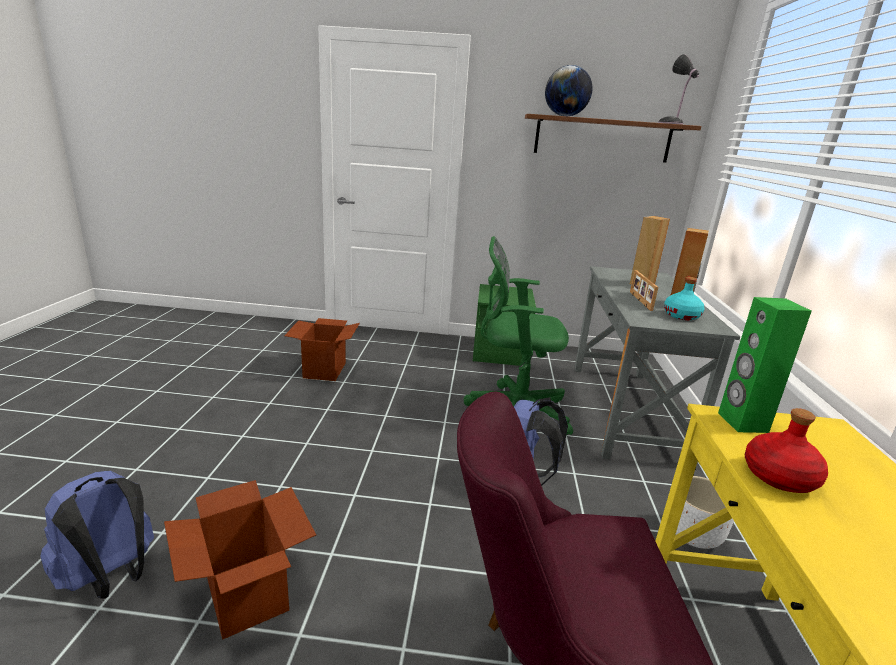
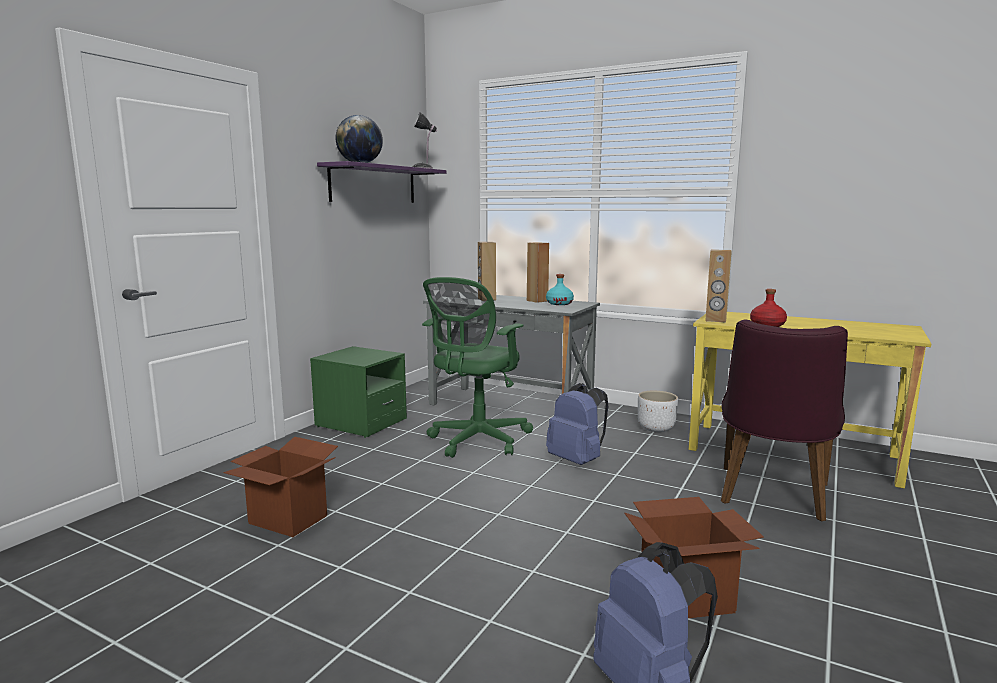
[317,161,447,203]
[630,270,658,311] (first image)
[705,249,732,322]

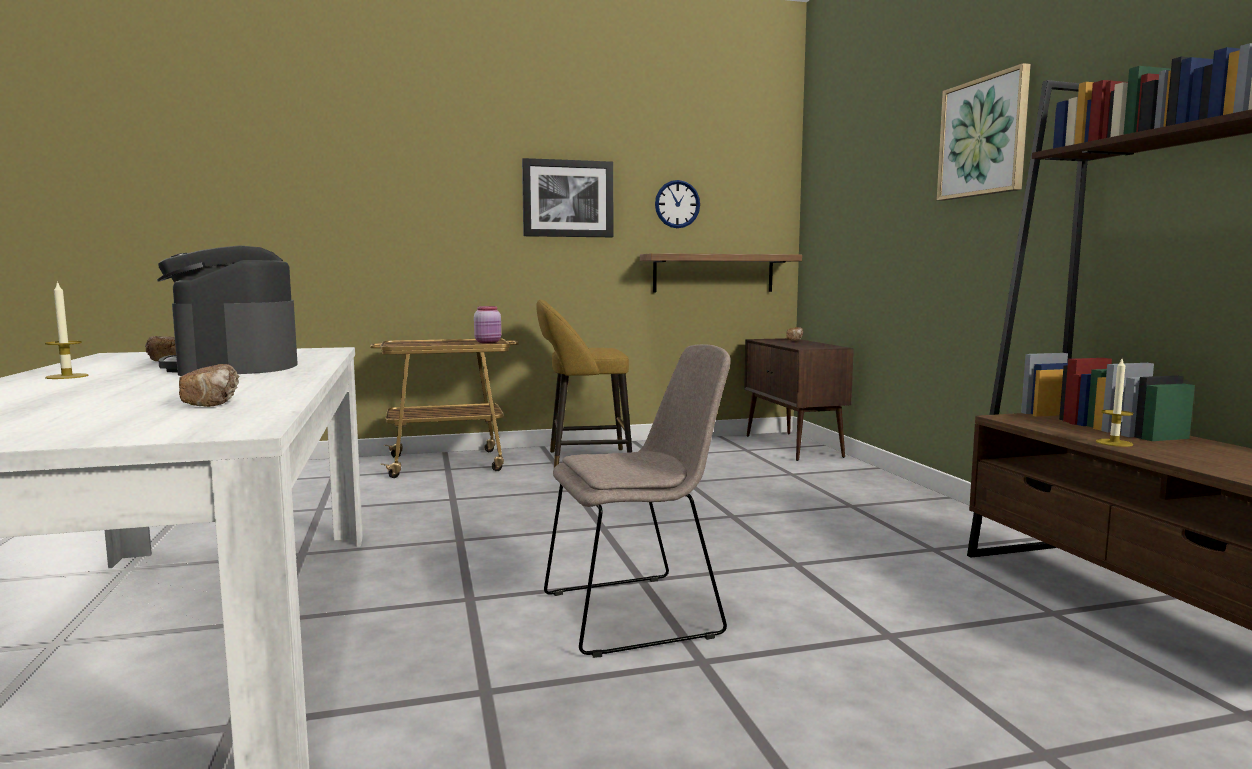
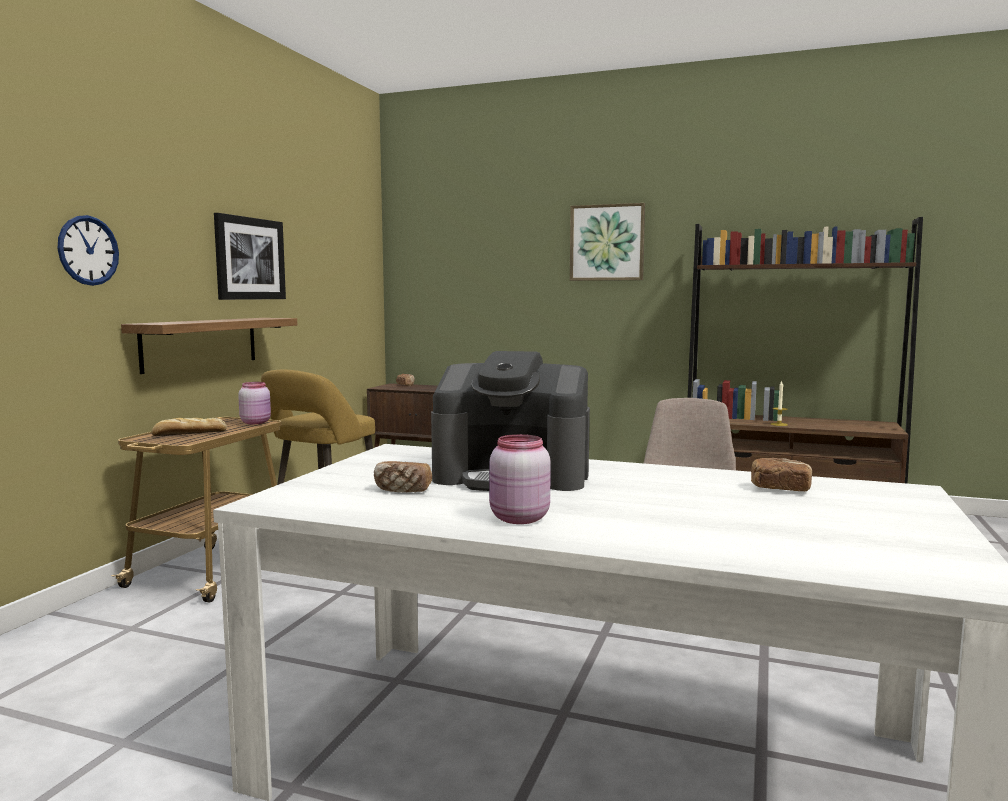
[489,434,551,524]
[121,318,297,374]
[57,215,119,286]
[152,418,227,436]

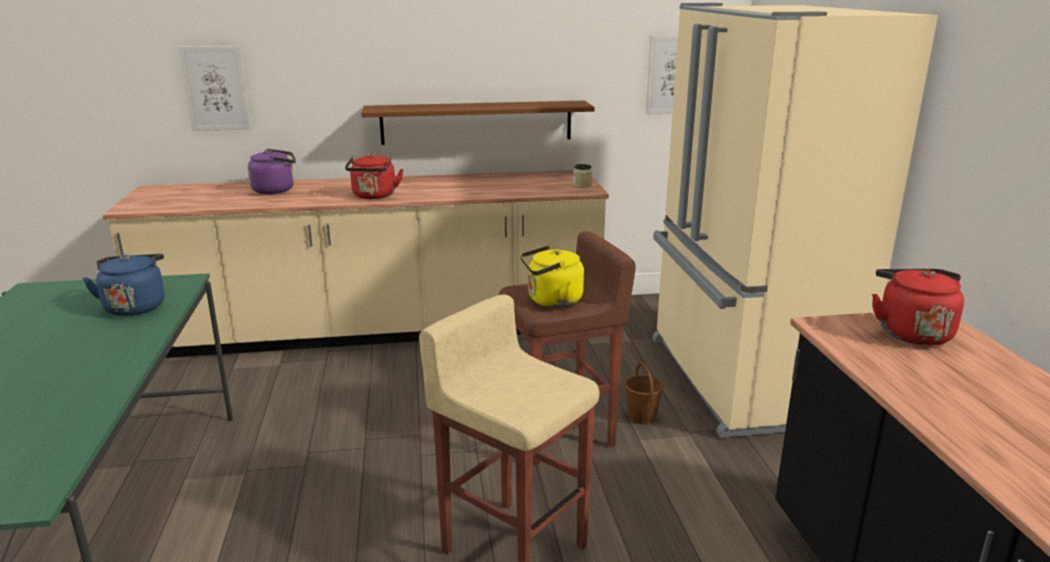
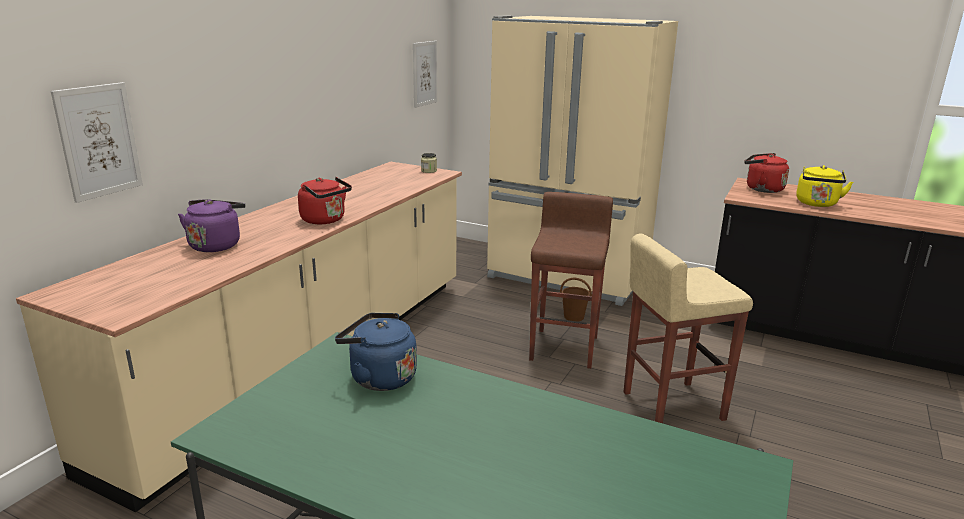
[362,101,595,145] (first image)
[796,165,853,207]

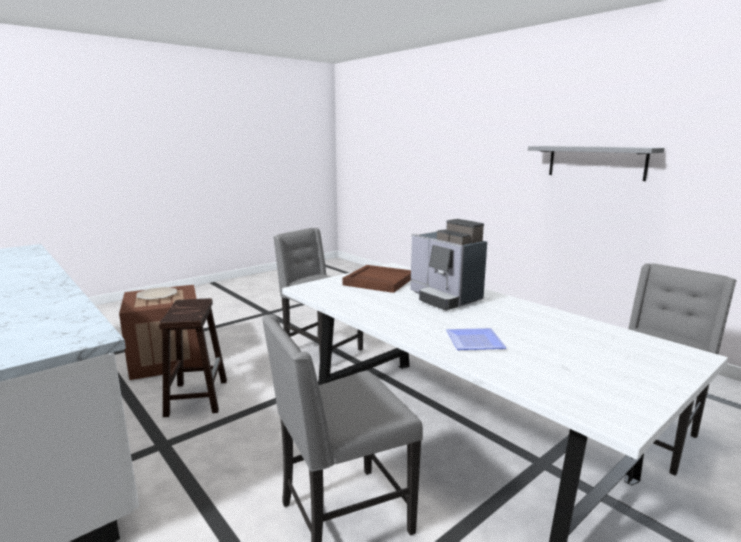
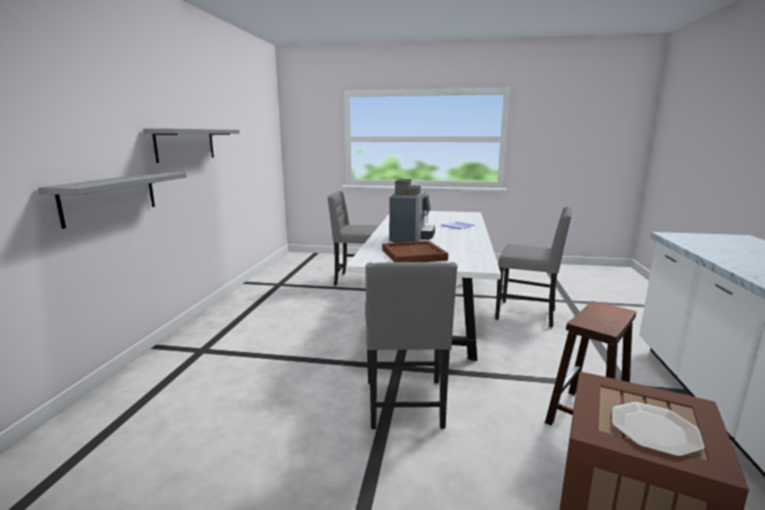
[38,172,187,229]

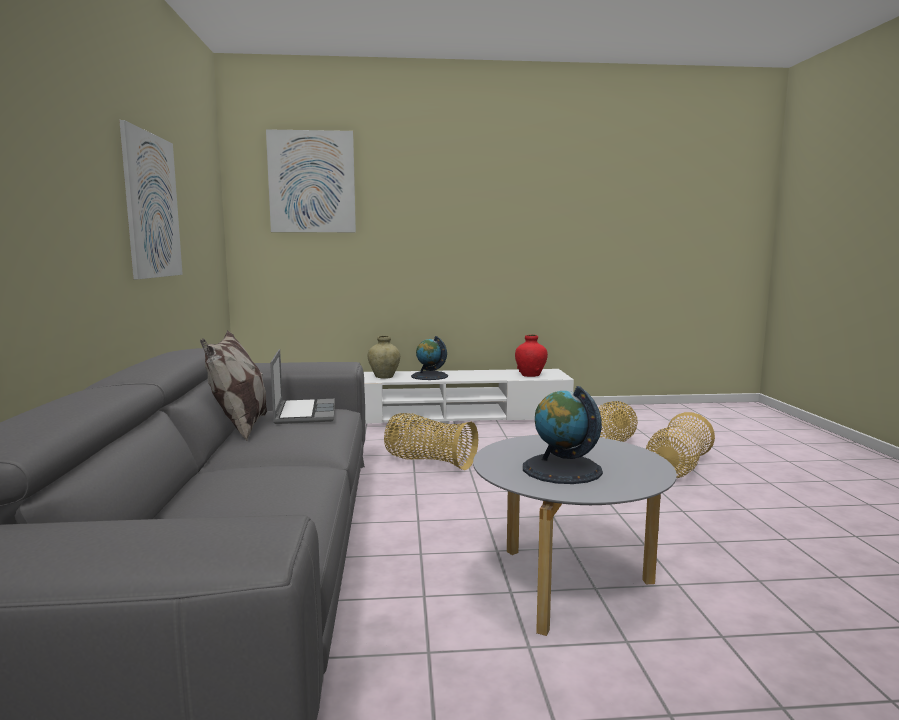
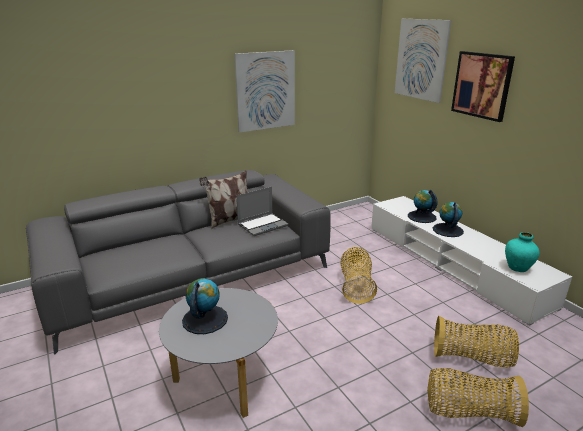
[408,190,438,223]
[505,232,540,272]
[451,51,515,122]

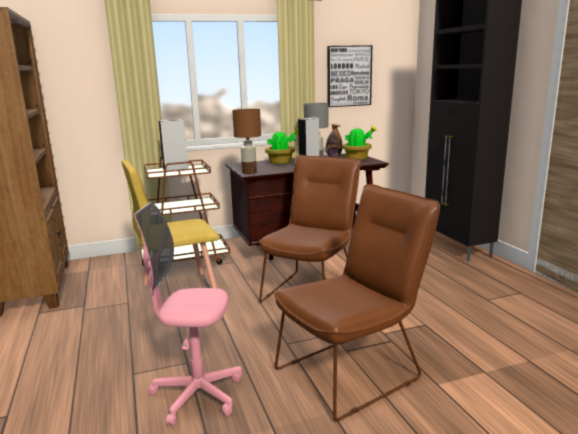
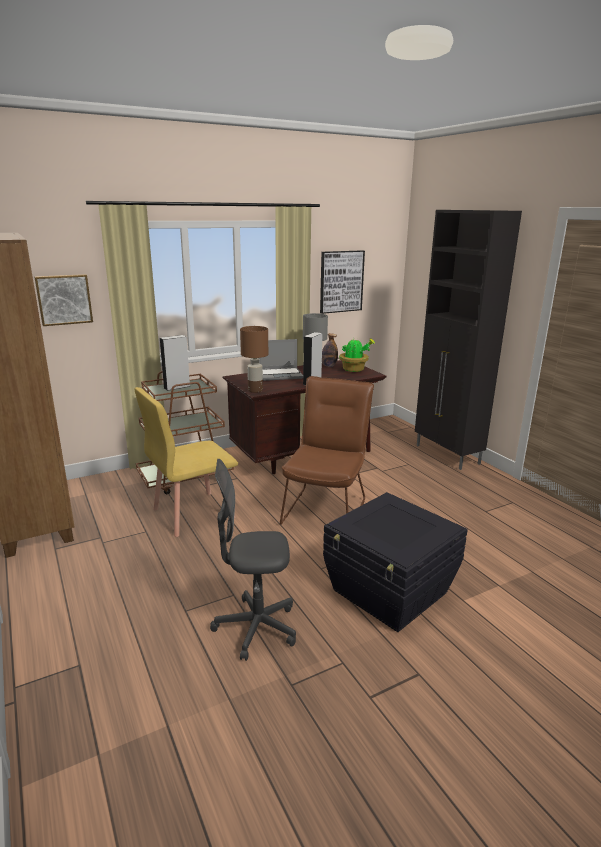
[210,459,296,661]
[259,339,303,381]
[323,492,468,632]
[35,274,93,326]

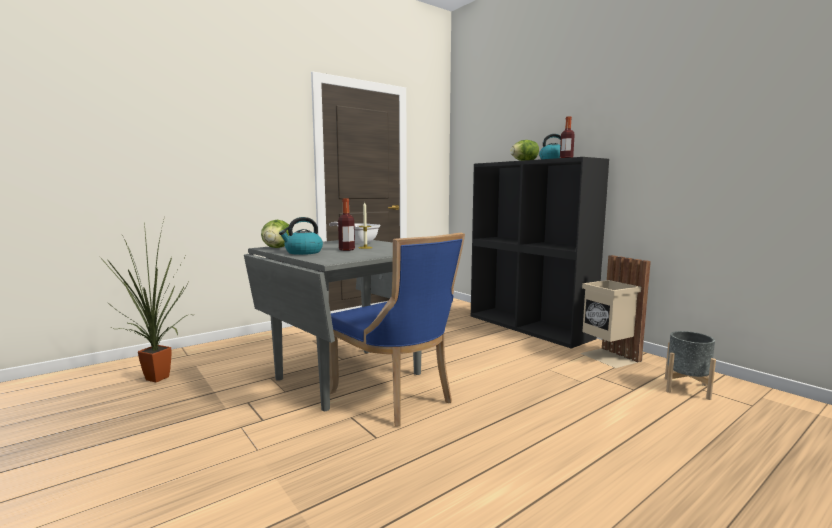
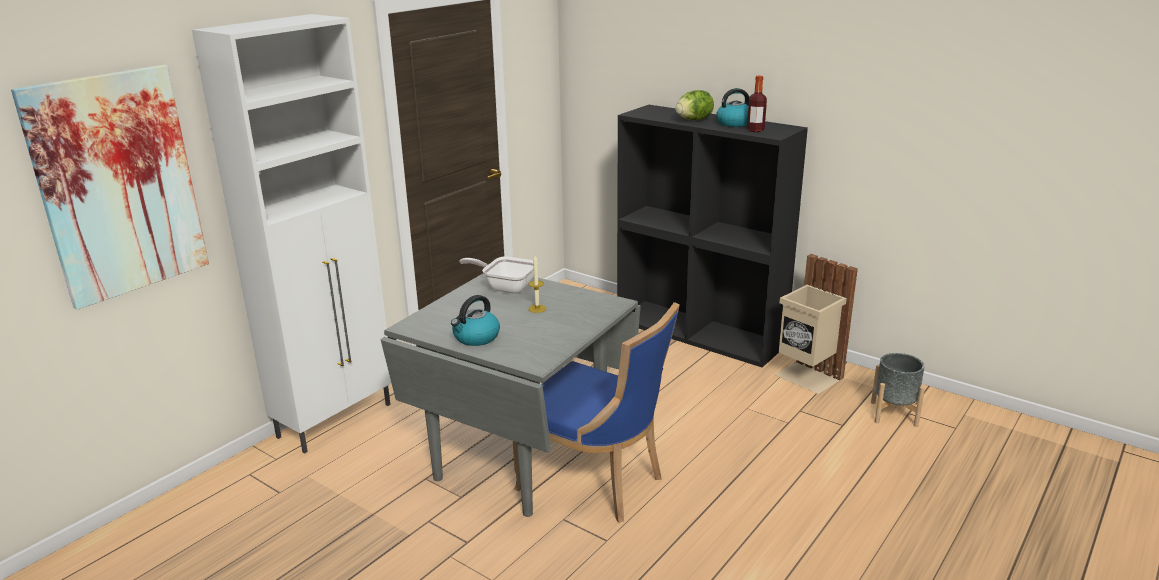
[100,217,191,382] (first image)
[261,220,289,248] (first image)
[338,198,355,251] (first image)
[11,65,209,310]
[192,14,391,453]

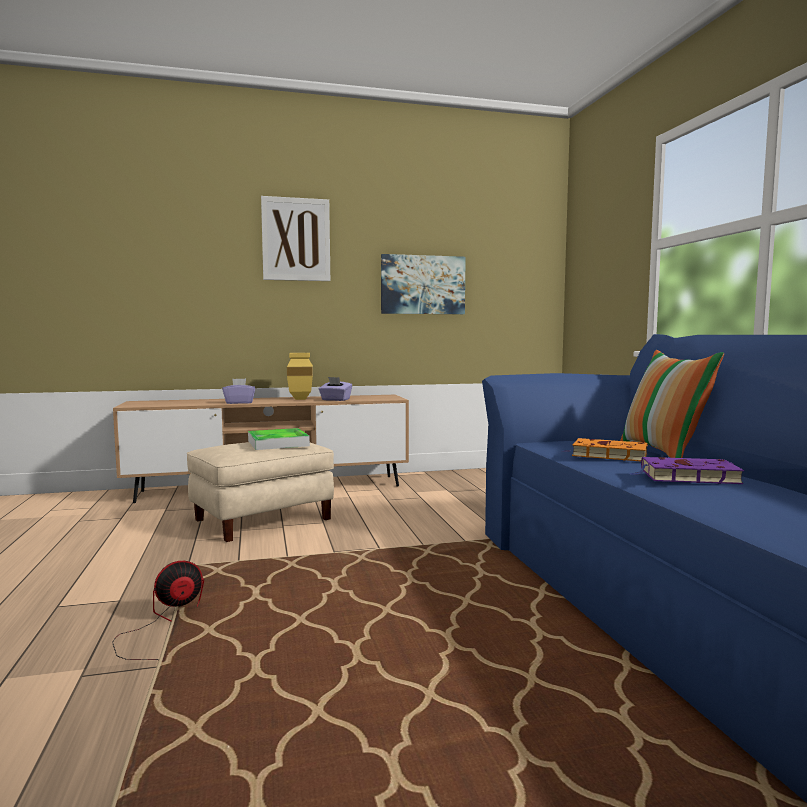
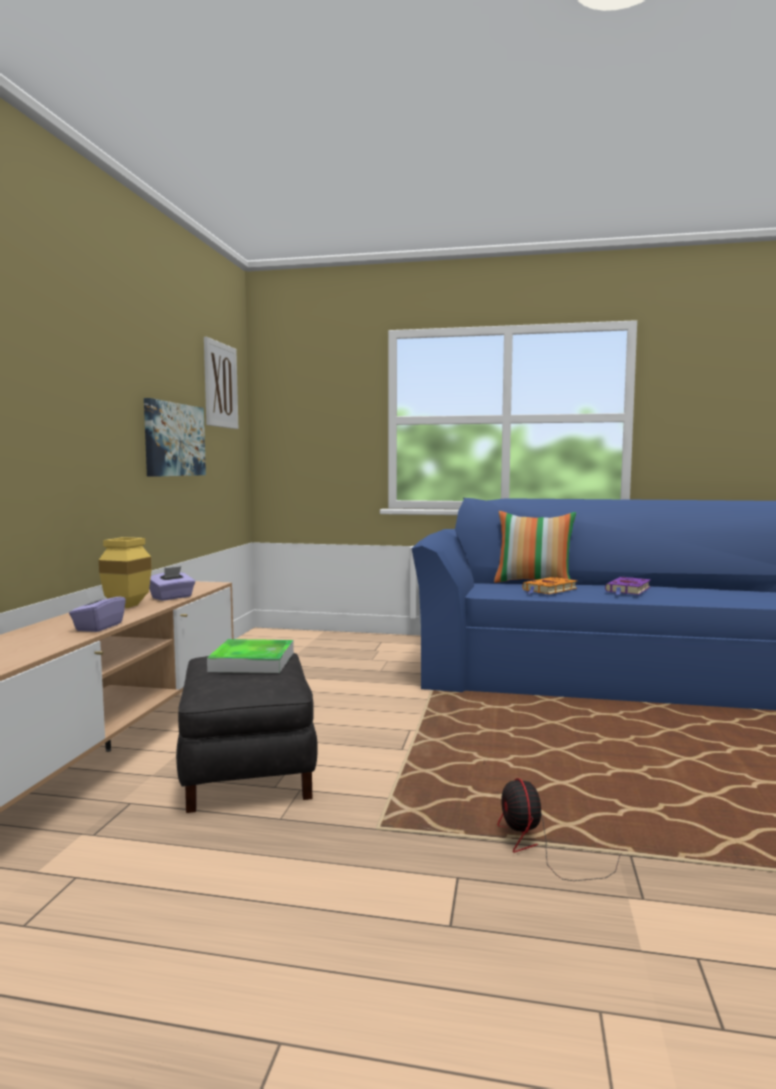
[176,653,318,813]
[204,337,238,429]

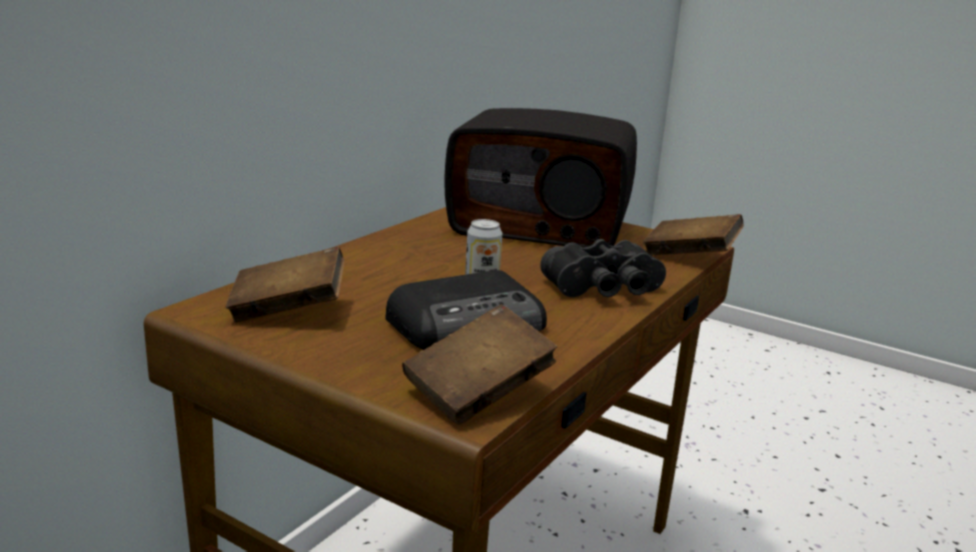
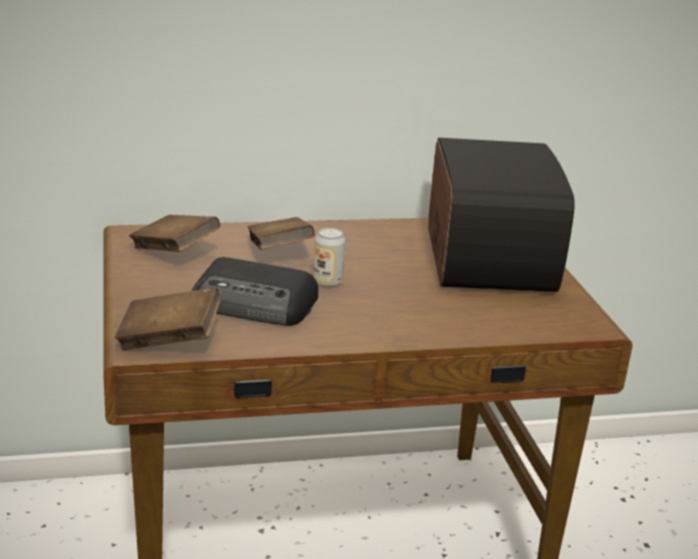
[428,138,575,292]
[540,239,666,297] (first image)
[247,217,315,250]

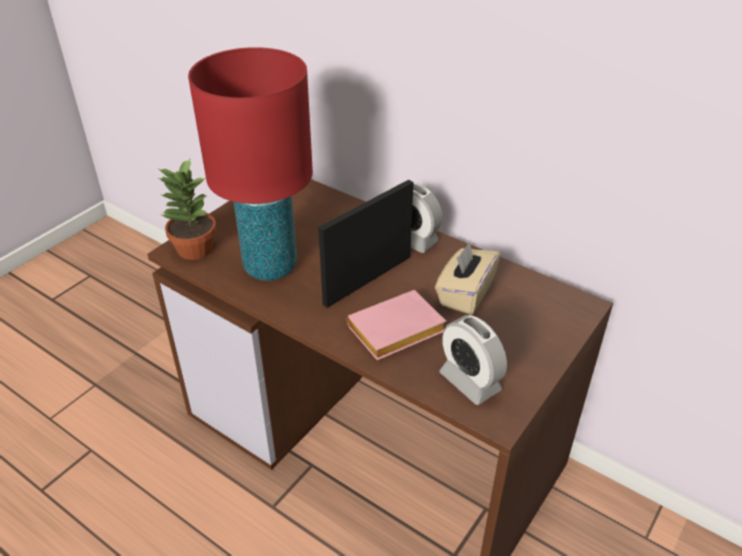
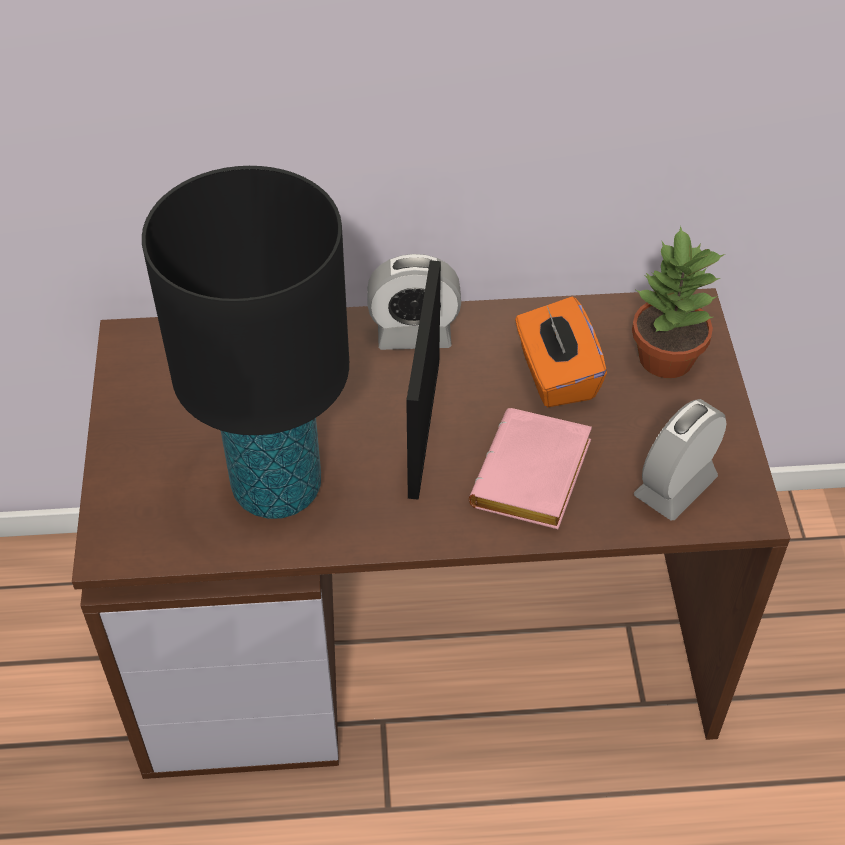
[632,226,725,378]
[142,166,349,519]
[515,297,607,408]
[634,399,726,520]

